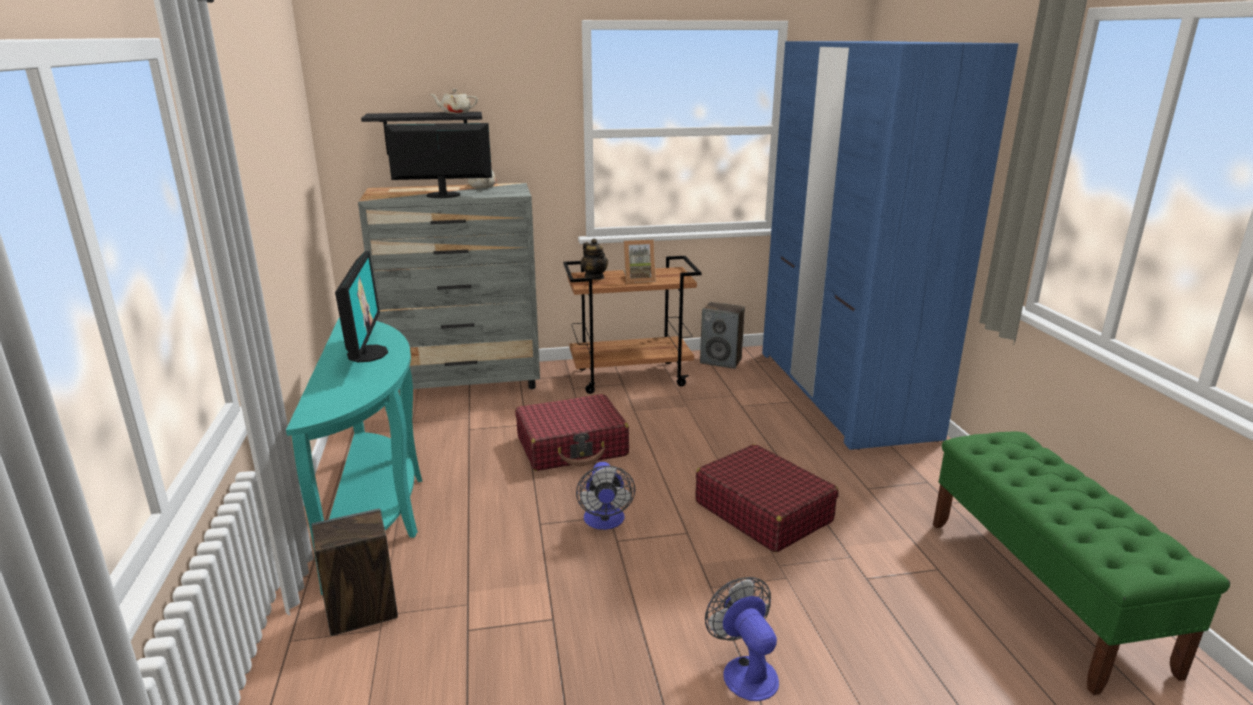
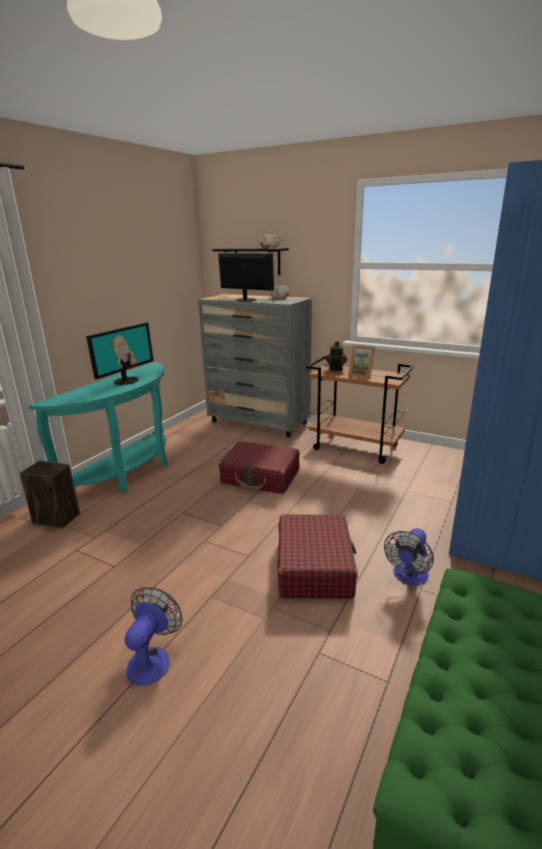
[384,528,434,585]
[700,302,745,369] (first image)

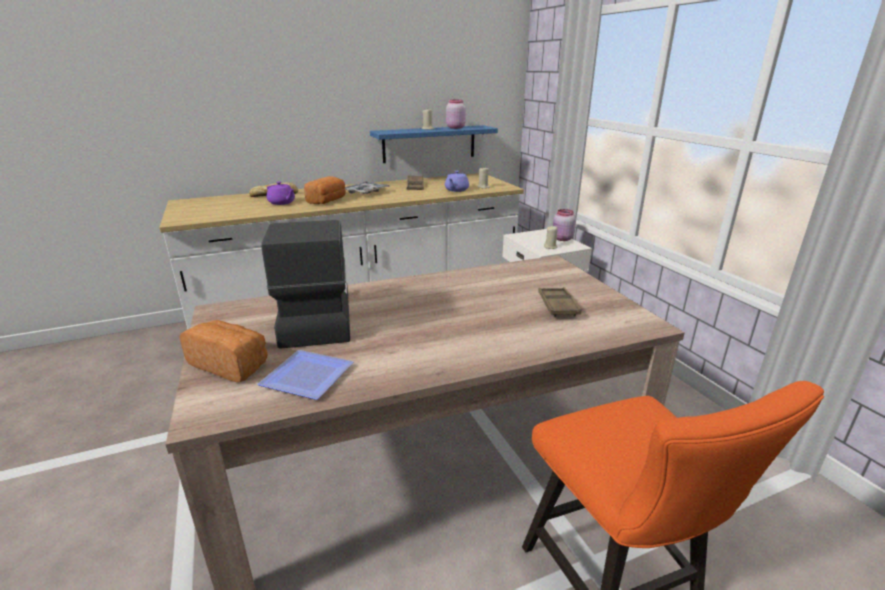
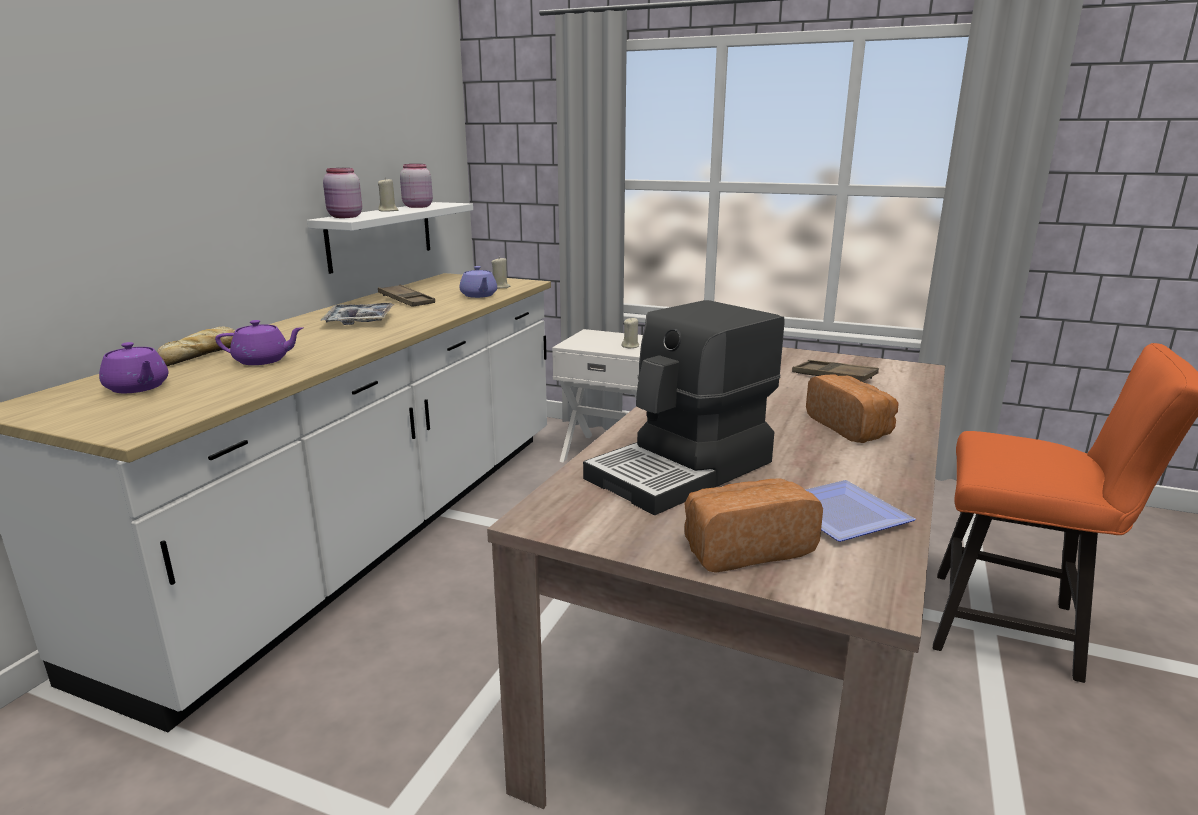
[583,300,784,515]
[806,374,899,443]
[307,202,473,274]
[323,168,362,218]
[99,342,168,393]

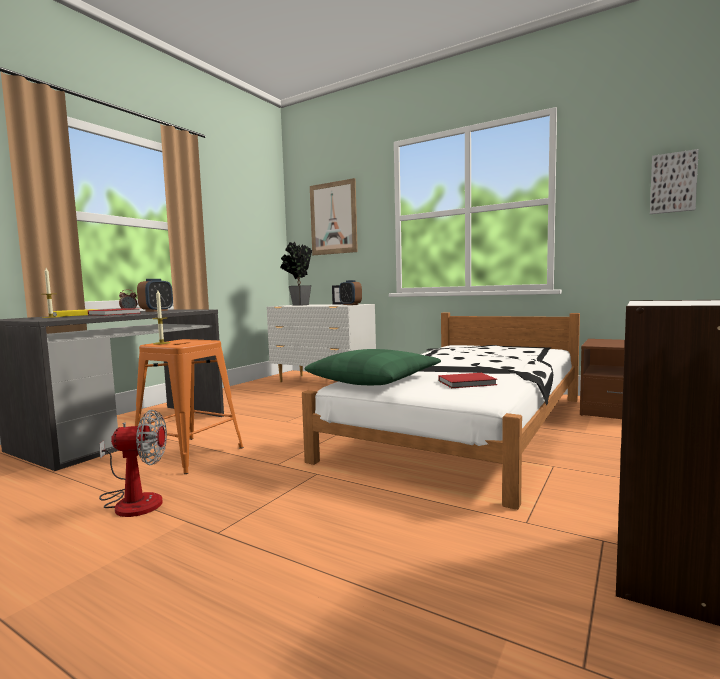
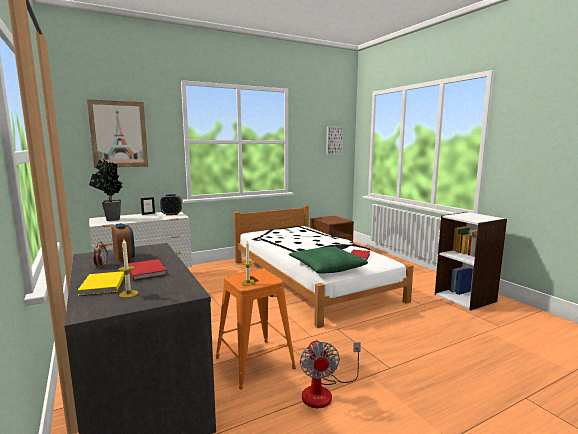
[300,339,361,408]

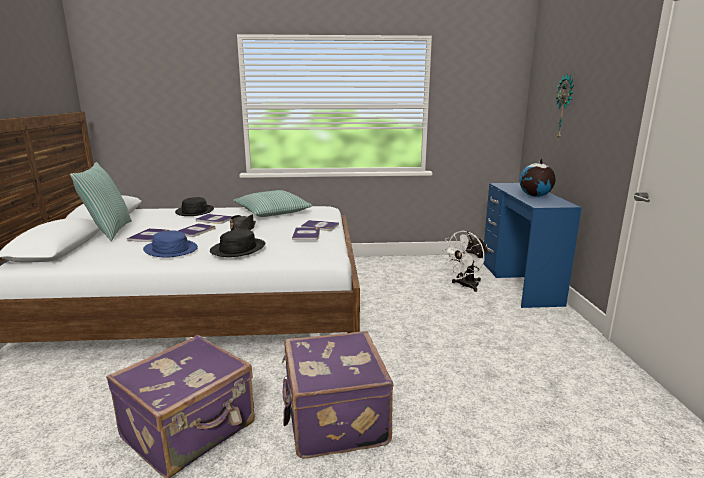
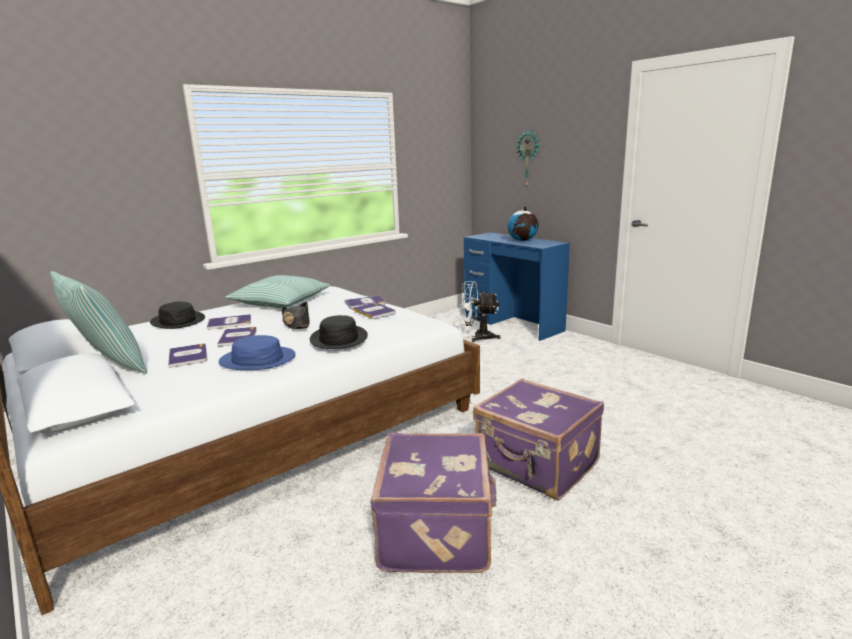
[459,281,500,342]

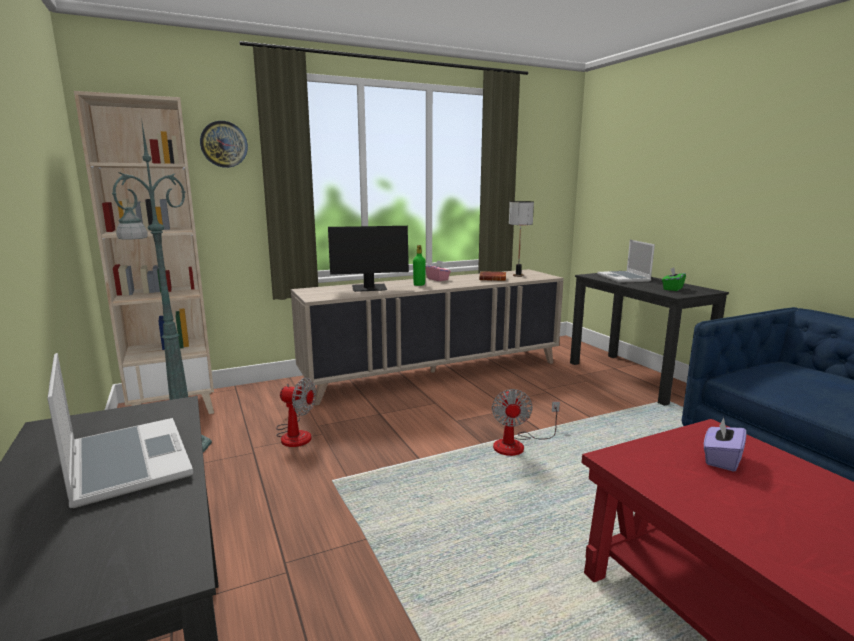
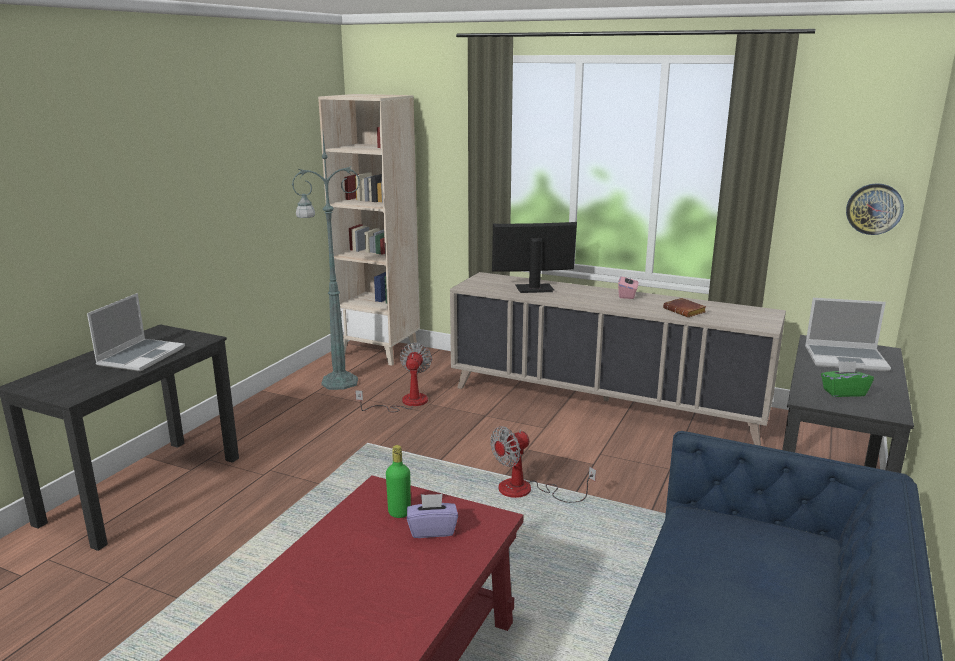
[846,183,904,235]
[355,343,432,413]
[492,222,577,293]
[386,445,411,518]
[509,201,534,277] (first image)
[805,298,891,372]

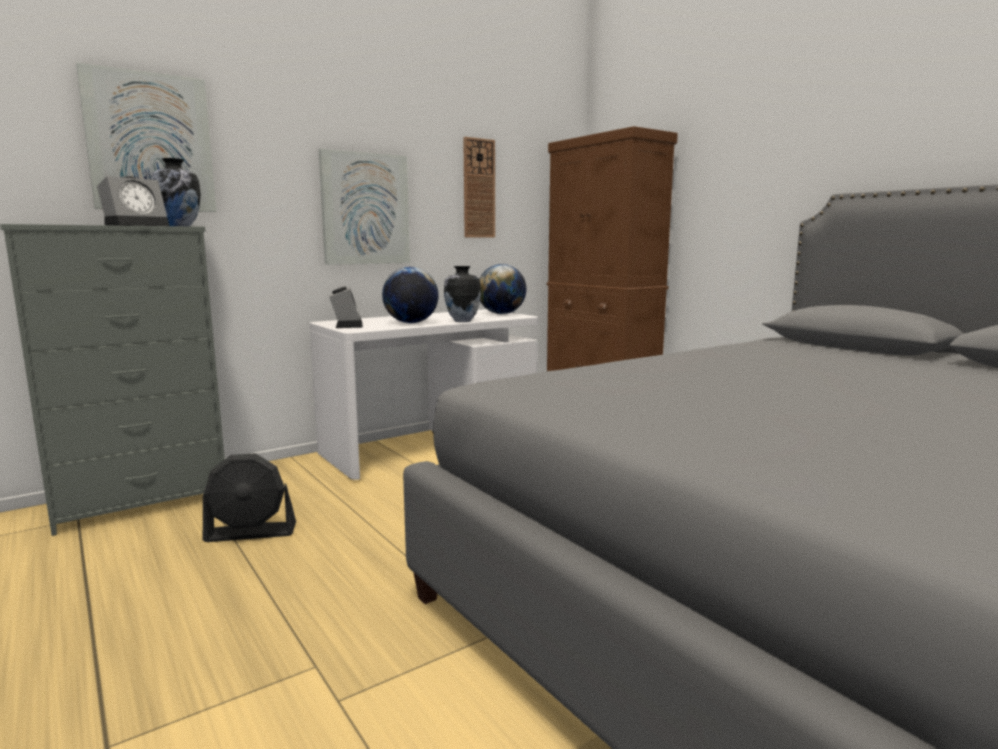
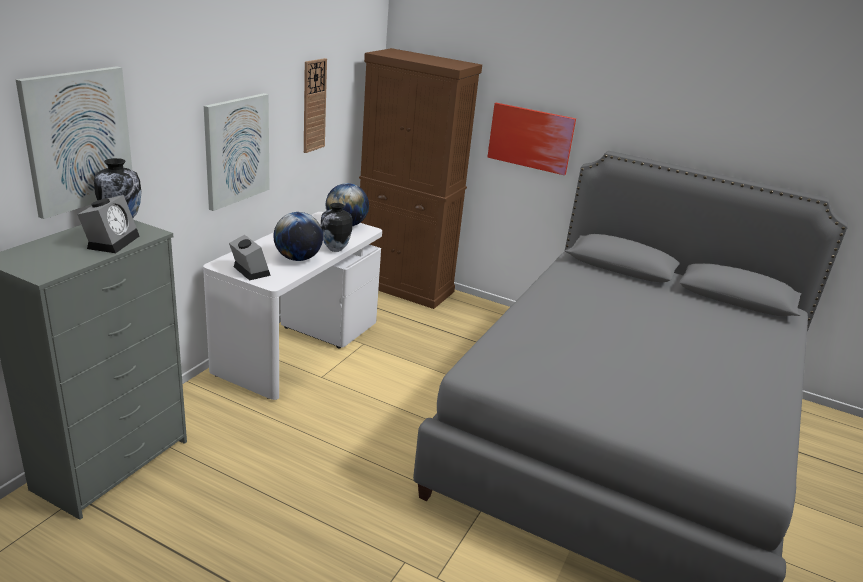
[202,453,296,542] (first image)
[487,103,576,175]

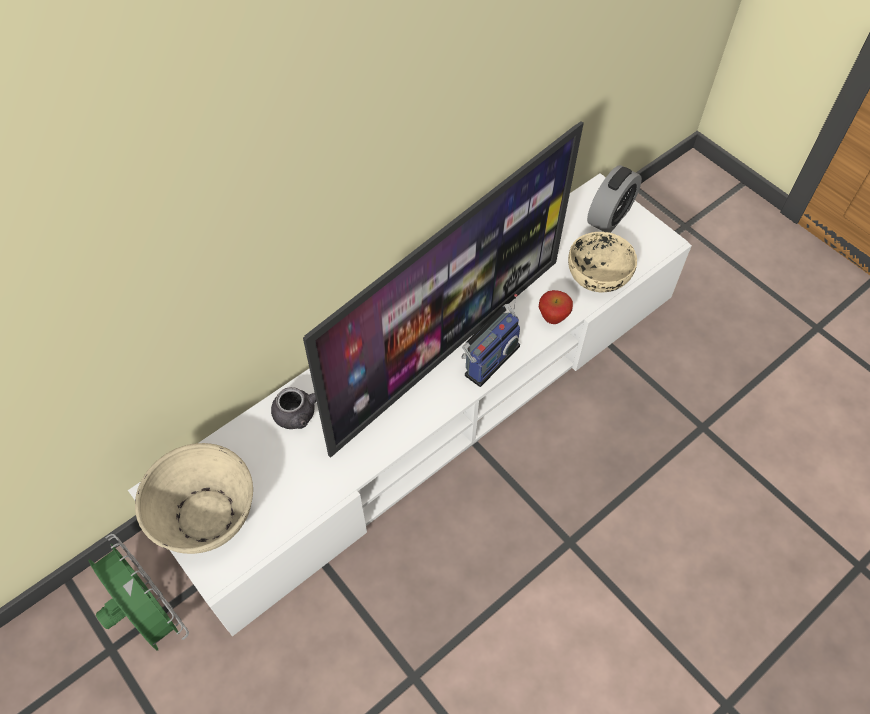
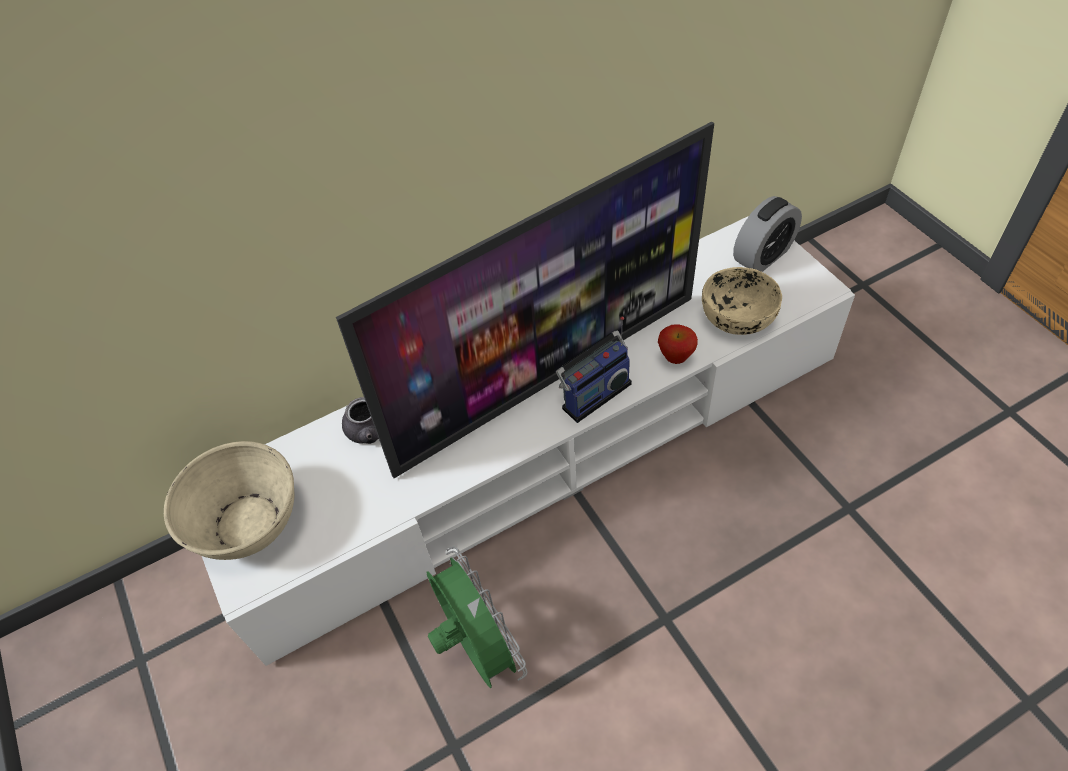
[426,547,527,688]

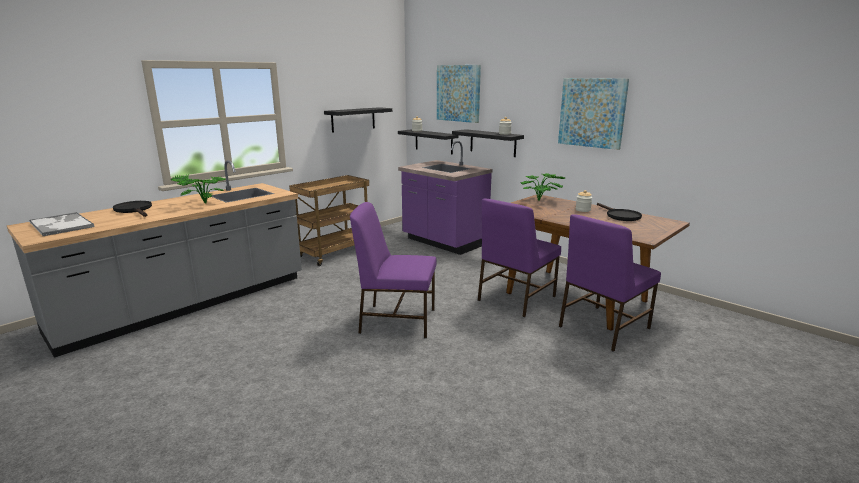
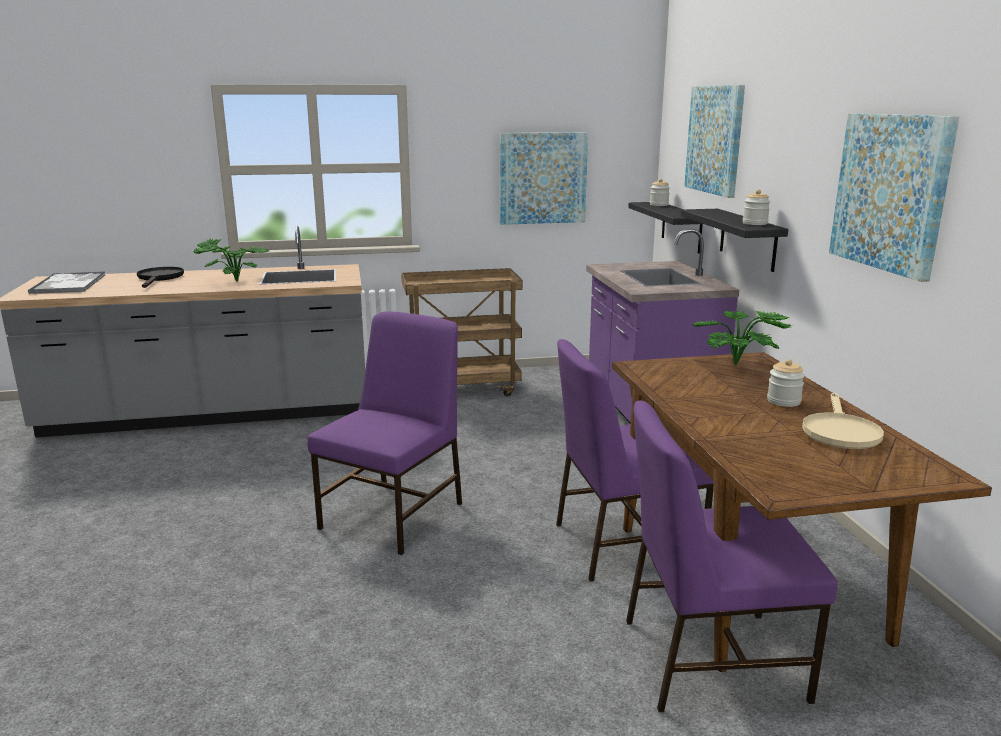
[500,132,588,225]
[307,312,462,555]
[802,392,884,449]

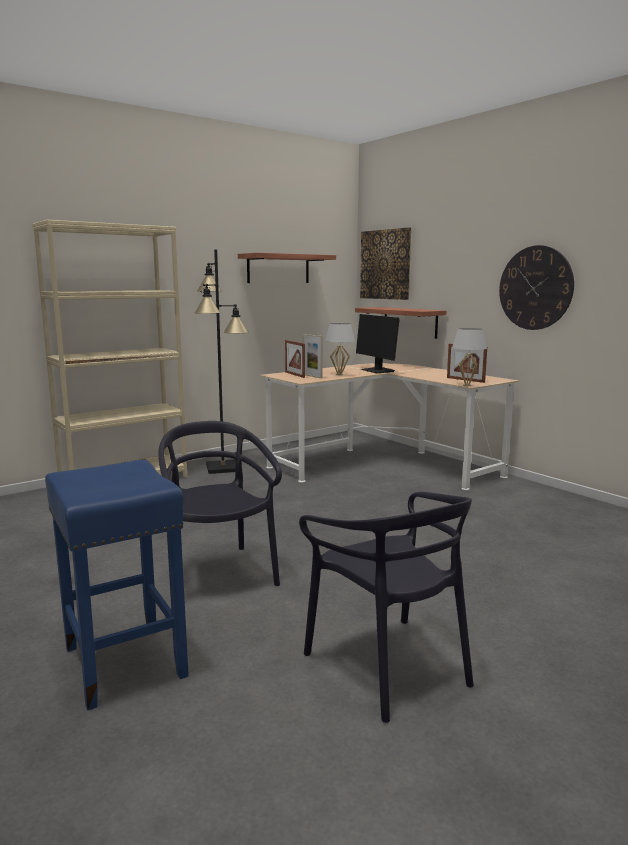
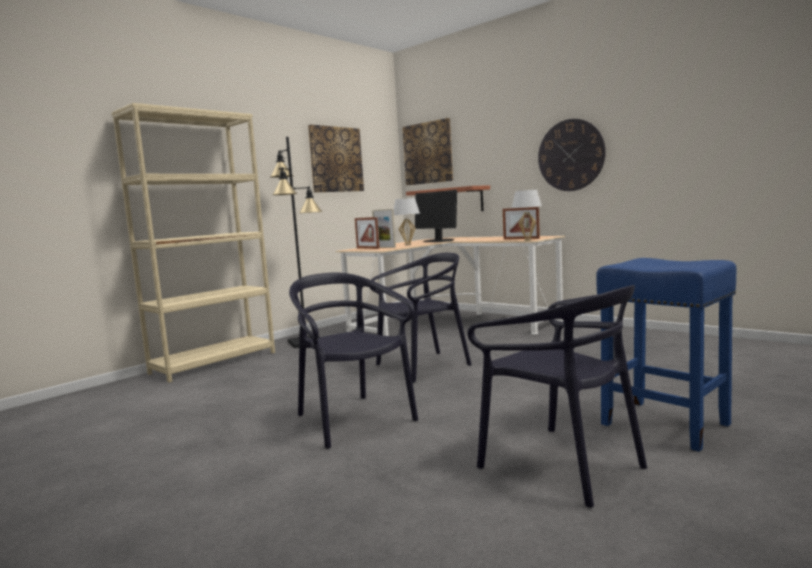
[596,258,737,452]
[308,125,364,192]
[370,253,472,383]

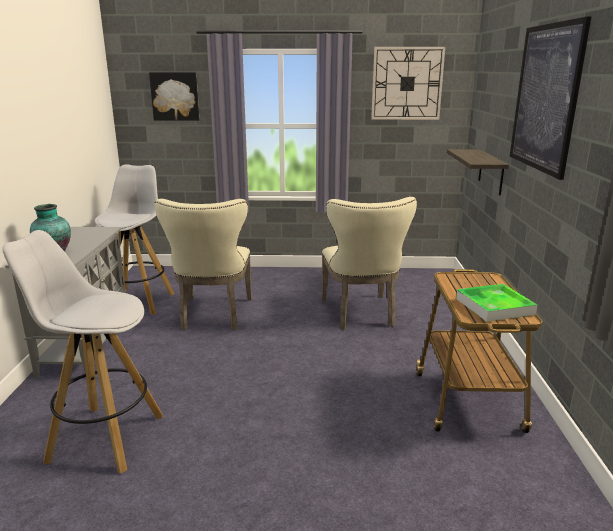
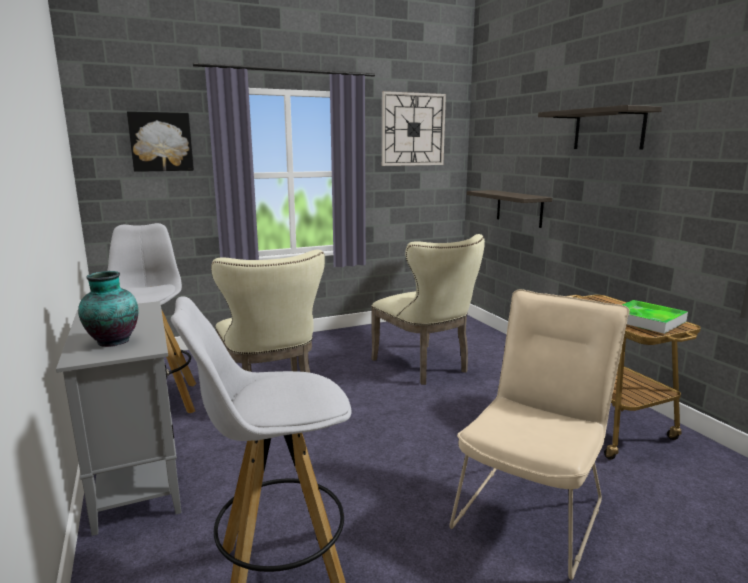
[538,105,662,150]
[449,289,630,580]

